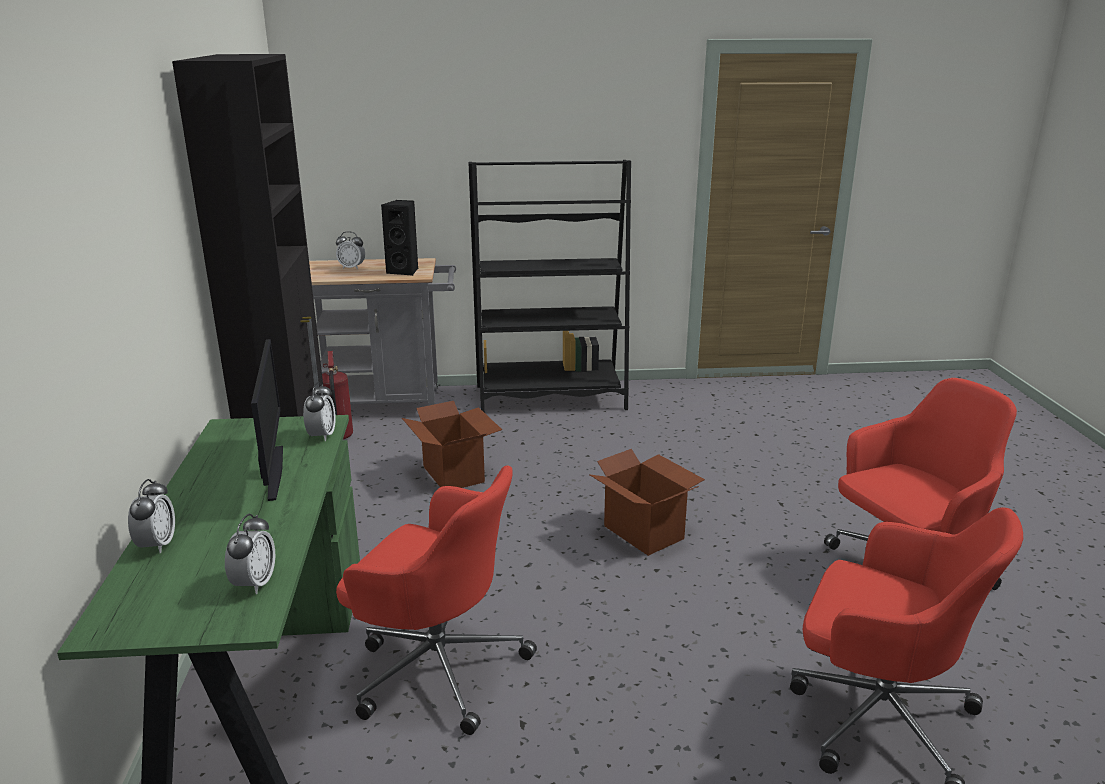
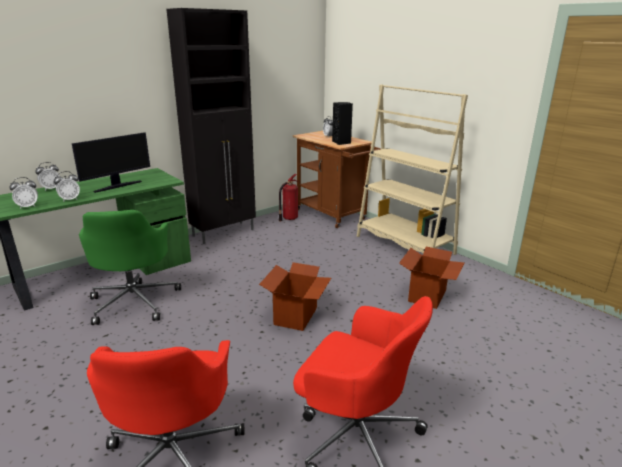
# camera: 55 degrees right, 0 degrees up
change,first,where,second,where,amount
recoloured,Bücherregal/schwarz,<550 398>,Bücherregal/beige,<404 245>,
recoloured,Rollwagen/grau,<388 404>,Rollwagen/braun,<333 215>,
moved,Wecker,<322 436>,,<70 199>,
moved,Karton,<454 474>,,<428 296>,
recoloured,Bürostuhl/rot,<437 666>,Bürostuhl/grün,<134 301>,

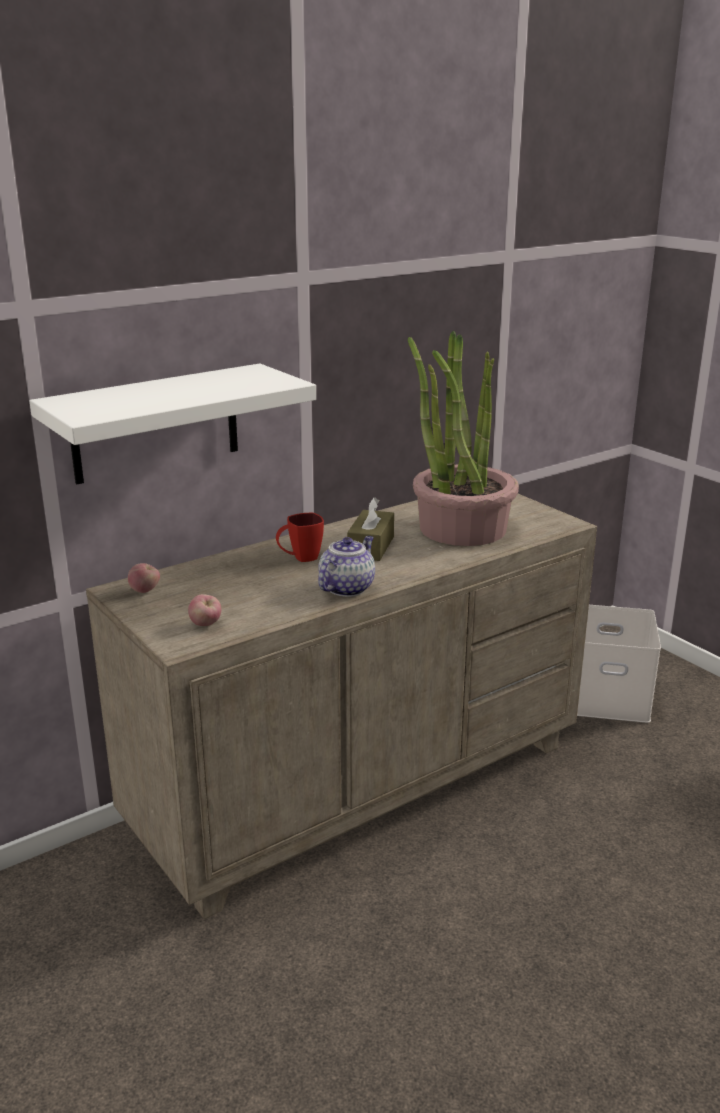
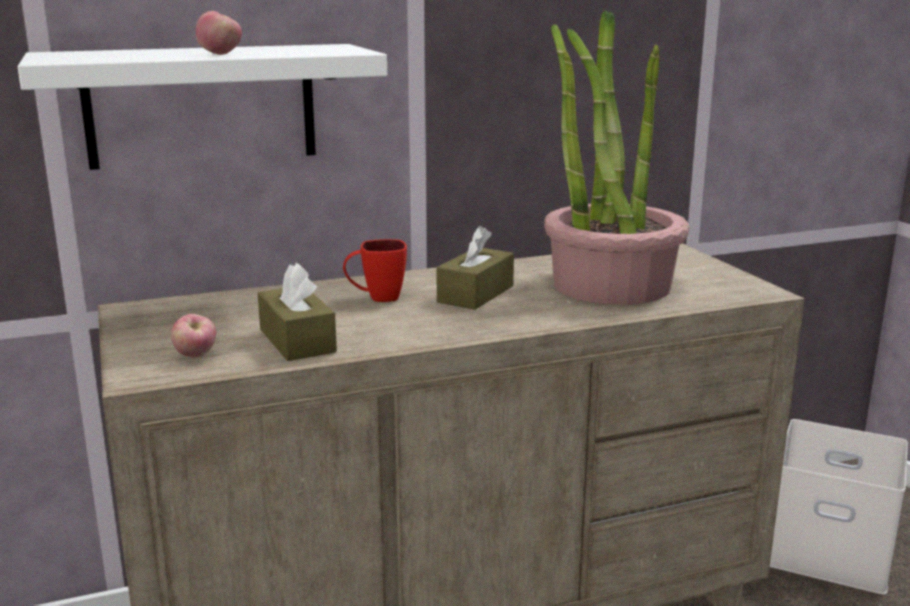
# camera: 15 degrees right, 5 degrees down
change,first,where,second,where,amount
removed,Teekanne,<347 588>,,,
moved,Apfel,<145 591>,,<220 54>,
added,,,Taschentuchbox/braun,<297 340>,

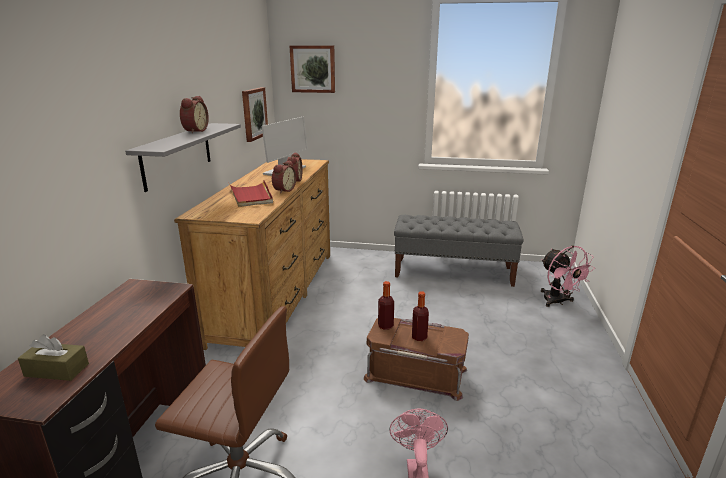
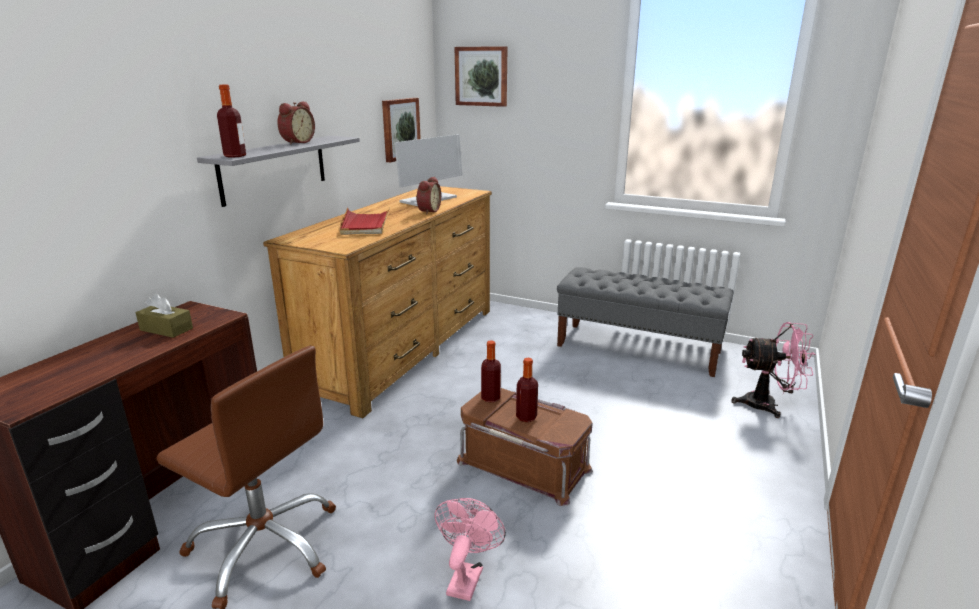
# camera: 15 degrees right, 0 degrees up
change,first,where,second,where,amount
removed,Wecker,<283 190>,,,
turned,Ventilator/rosa,<558 302>,,<768 405>,75 degrees counterclockwise
moved,Taschentuchbox/braun,<57 370>,,<166 329>,
added,,,Flasche,<235 156>,

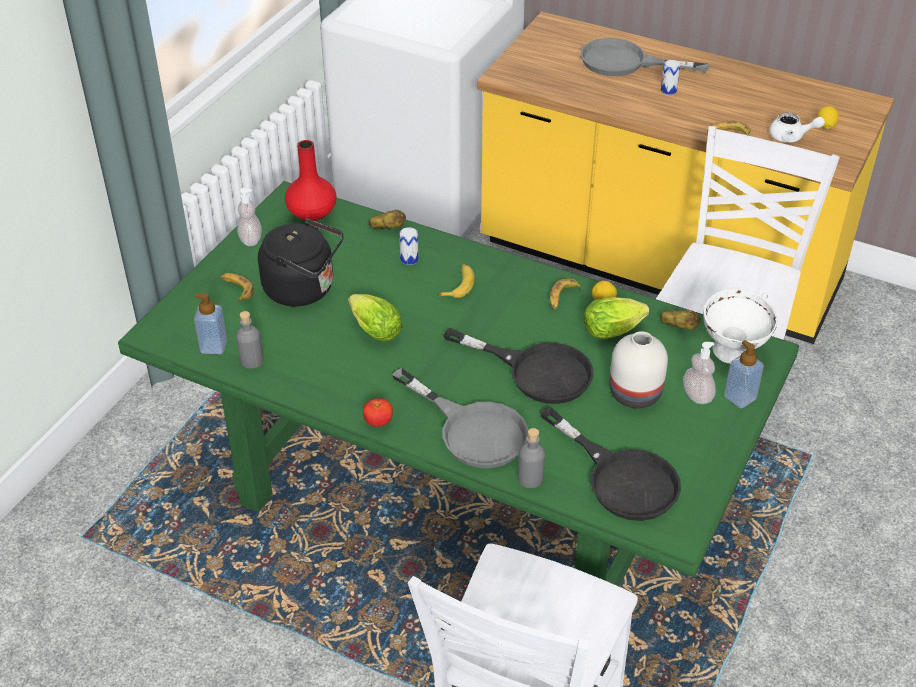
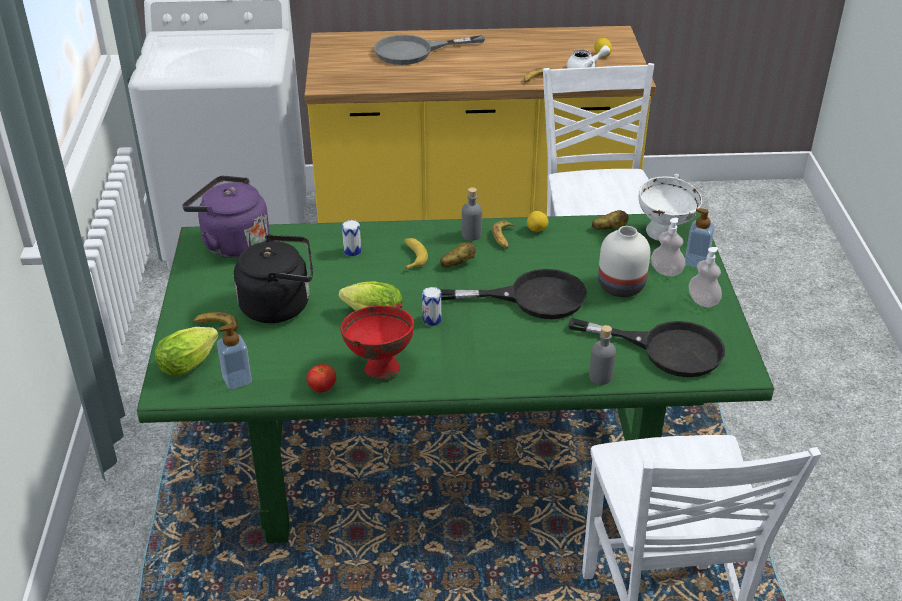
# camera: 30 degrees left, 5 degrees down
change,first,where,second,where,amount
moved,Dose,<668 90>,,<432 320>,
replaced,Vase/rot,<312 212>,Wasserkessel/lila,<232 243>,
moved,Seifenspender,<250 240>,,<703 301>,
moved,Kartoffel,<388 228>,,<457 263>,
moved,Salatkopf,<615 330>,,<191 363>,
moved,Flasche/grau,<251 360>,,<471 235>,
removed,Pfanne/grau,<472 429>,,,
moved,Tomate,<378 422>,,<322 388>,
added,,,Schüssel/rot,<378 368>,

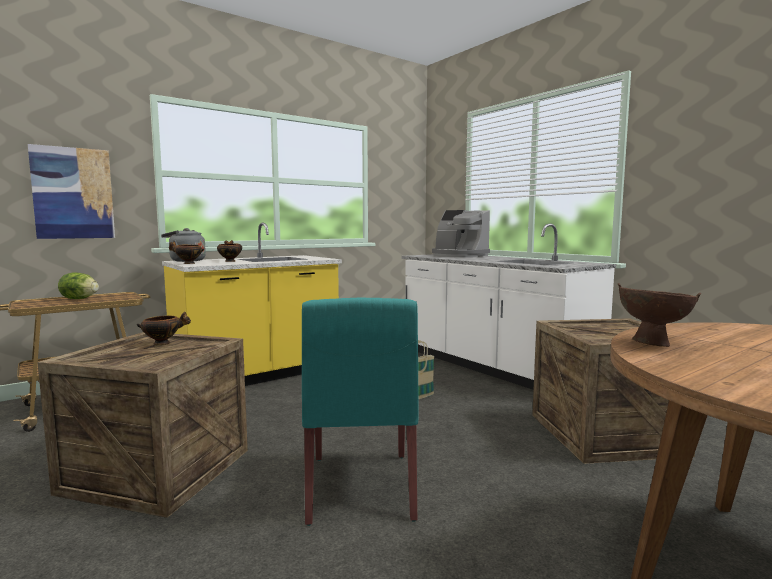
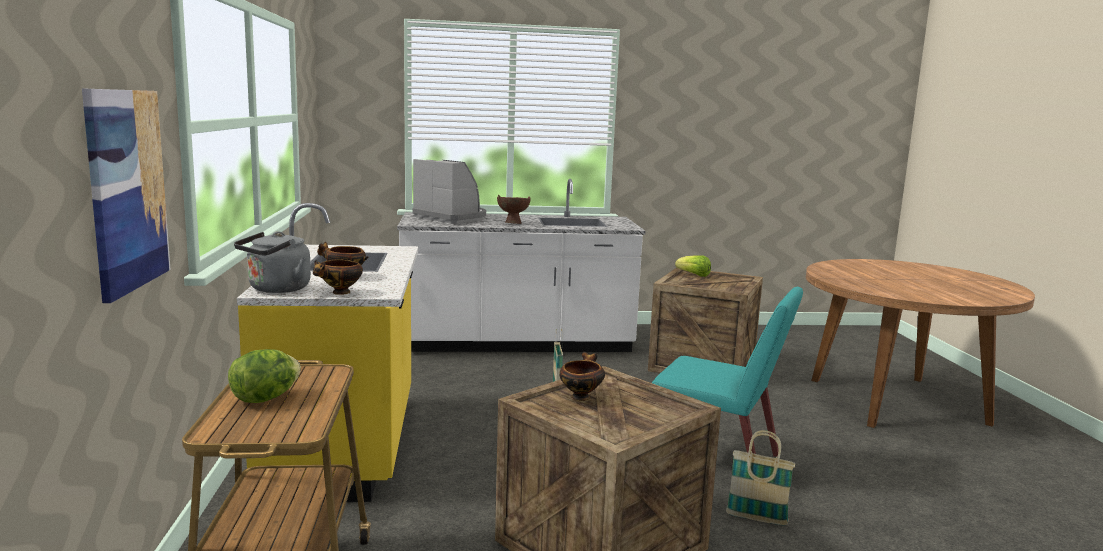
# camera: 60 degrees left, 5 degrees up
change,first,where,second,where,amount
turned,Kaffeemaschine,<458 255>,,<451 218>,120 degrees counterclockwise
moved,Schüssel/braun,<651 344>,,<512 223>,
added,,,Salatkopf,<694 275>,
added,,,Korb,<756 519>,

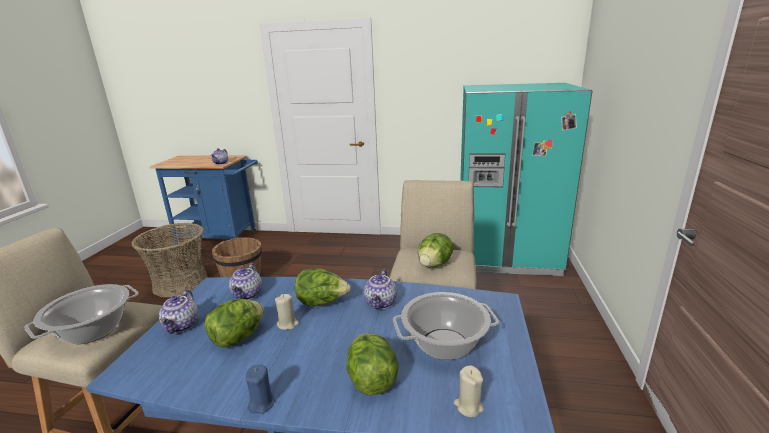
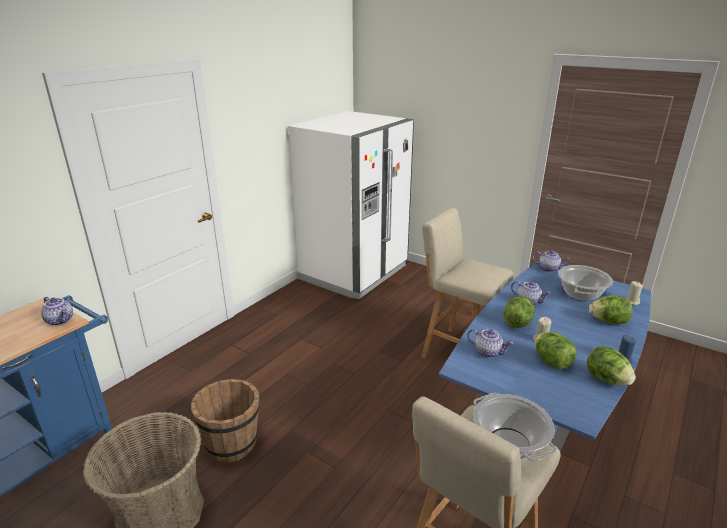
# camera: 65 degrees left, 5 degrees up
change,first,where,second,where,amount
recoloured,Kühlschrank/türkis,<505 256>,Kühlschrank/weiß,<354 272>,
moved,Salatkopf,<434 265>,,<606 379>,
moved,Teekanne,<182 326>,,<549 269>,

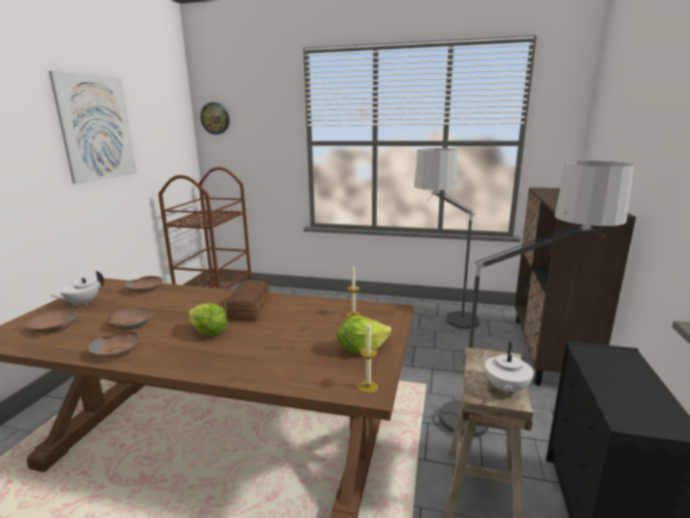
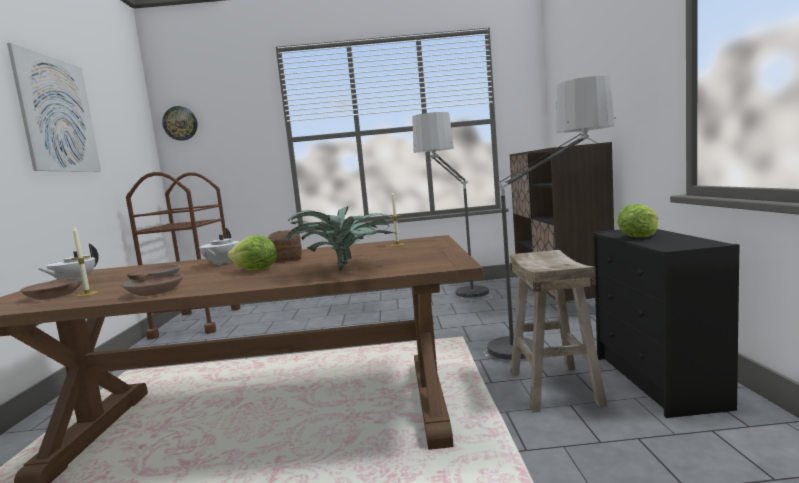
# camera: 15 degrees left, 10 degrees down
change,first,where,second,where,amount
removed,Schüssel/braun,<146 289>,,,
moved,Salatkopf,<361 349>,,<638 237>,
moved,Kerze,<368 387>,,<87 294>,
moved,Teekanne/weiß,<505 389>,,<221 263>,
added,,,Topfpflanze,<345 268>,

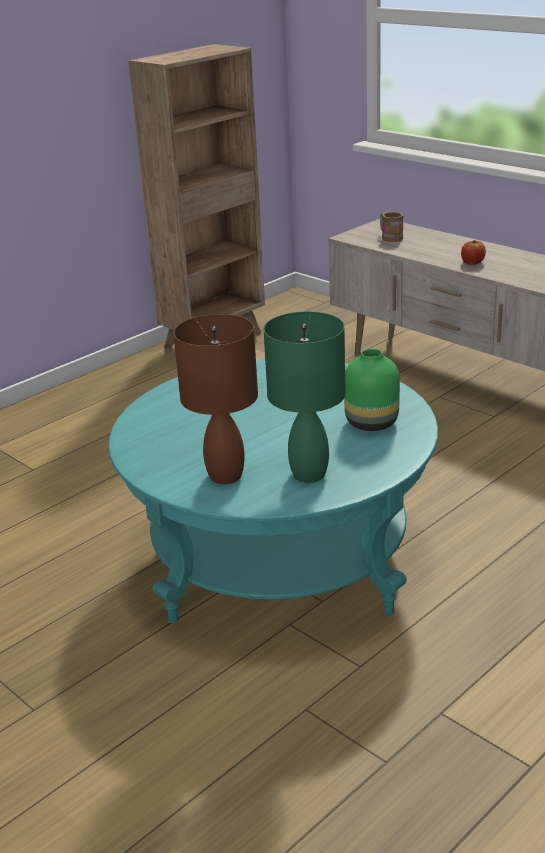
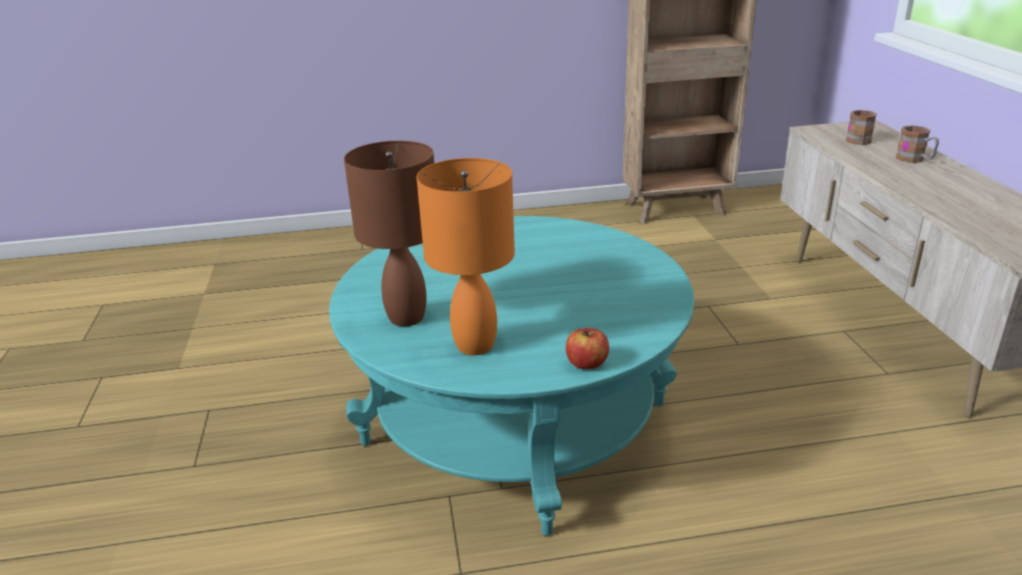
# camera: 35 degrees right, 0 degrees up
change,first,where,second,where,amount
moved,Apfel,<472 262>,,<586 363>,
recoloured,Tischlampe/grün,<308 474>,Tischlampe/orange,<474 344>,
removed,Vase/grün,<372 422>,,,
added,,,Henkelbecher,<915 159>,

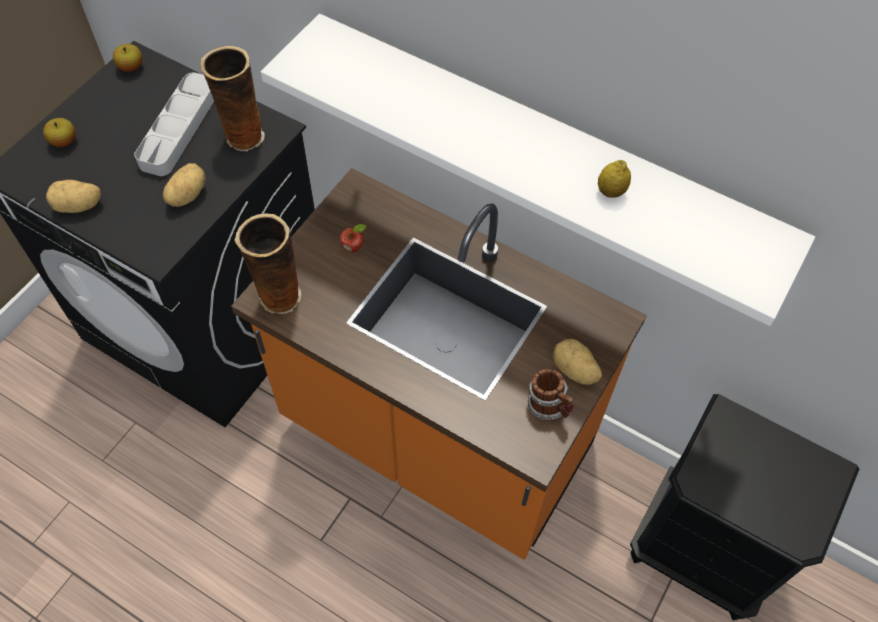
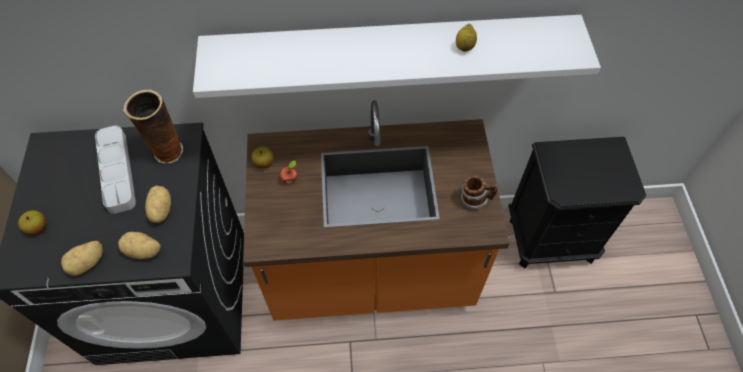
# camera: 35 degrees left, 0 degrees up
change,first,where,second,where,amount
moved,Apfel,<131 67>,,<264 163>,
removed,Vase,<278 297>,,,
moved,Kartoffel,<574 371>,,<143 252>,

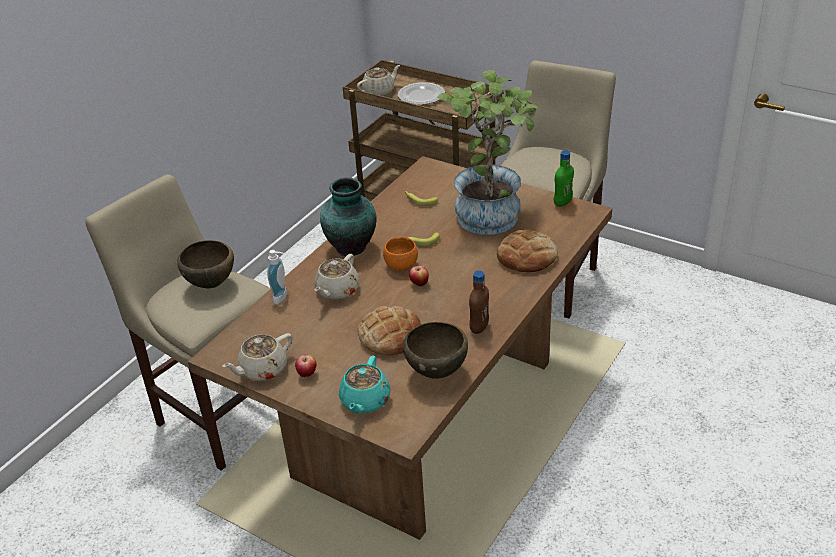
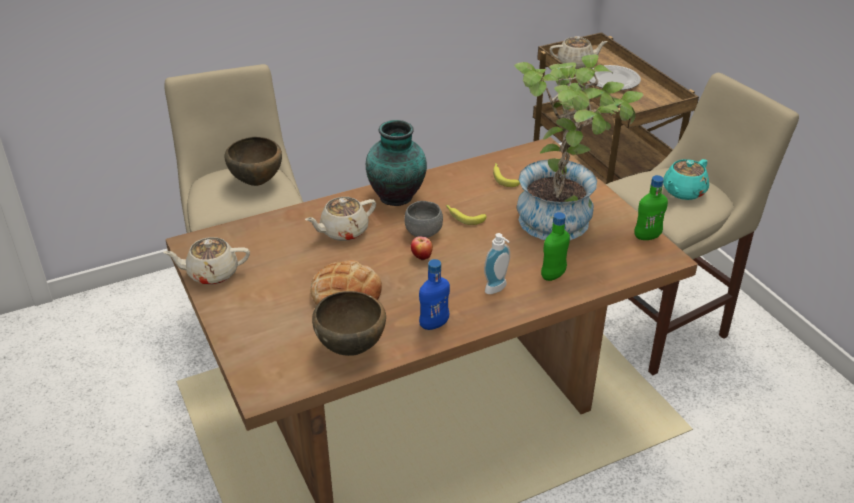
# camera: 30 degrees right, 0 degrees up
change,first,where,second,where,amount
replaced,Brot,<527 256>,Flasche/grün,<553 275>,
recoloured,Schüssel/orange,<401 265>,Schüssel/grau,<423 232>,
moved,Seifenspender,<282 297>,,<498 289>,
recoloured,Flasche/braun,<479 327>,Flasche/blau,<434 324>,
removed,Apfel,<307 375>,,,
moved,Teekanne/türkis,<365 401>,,<683 192>,

